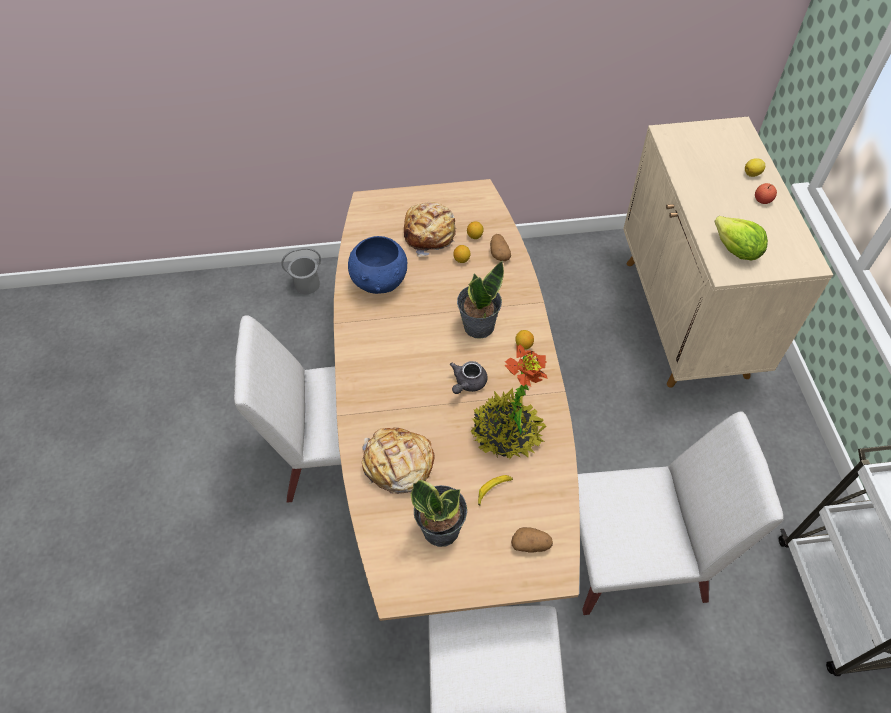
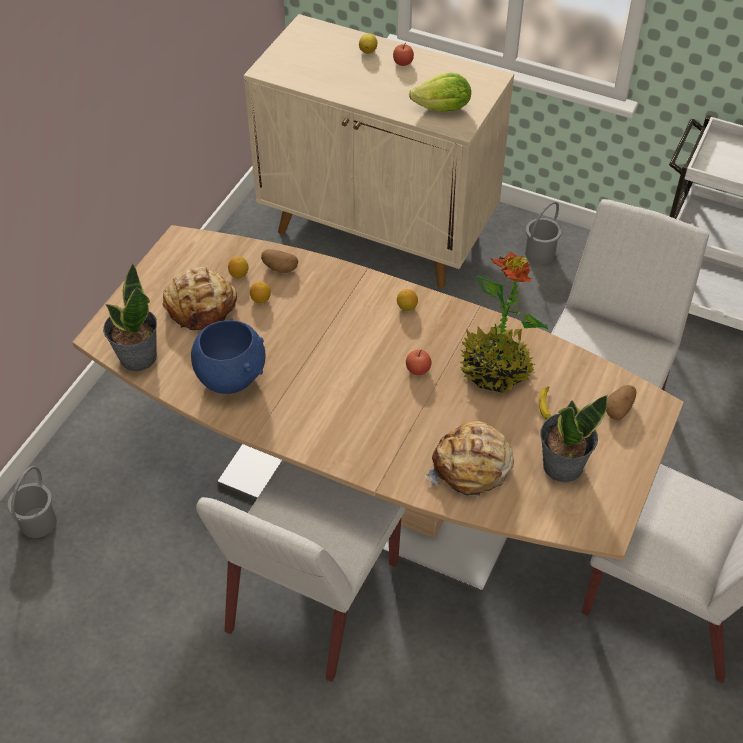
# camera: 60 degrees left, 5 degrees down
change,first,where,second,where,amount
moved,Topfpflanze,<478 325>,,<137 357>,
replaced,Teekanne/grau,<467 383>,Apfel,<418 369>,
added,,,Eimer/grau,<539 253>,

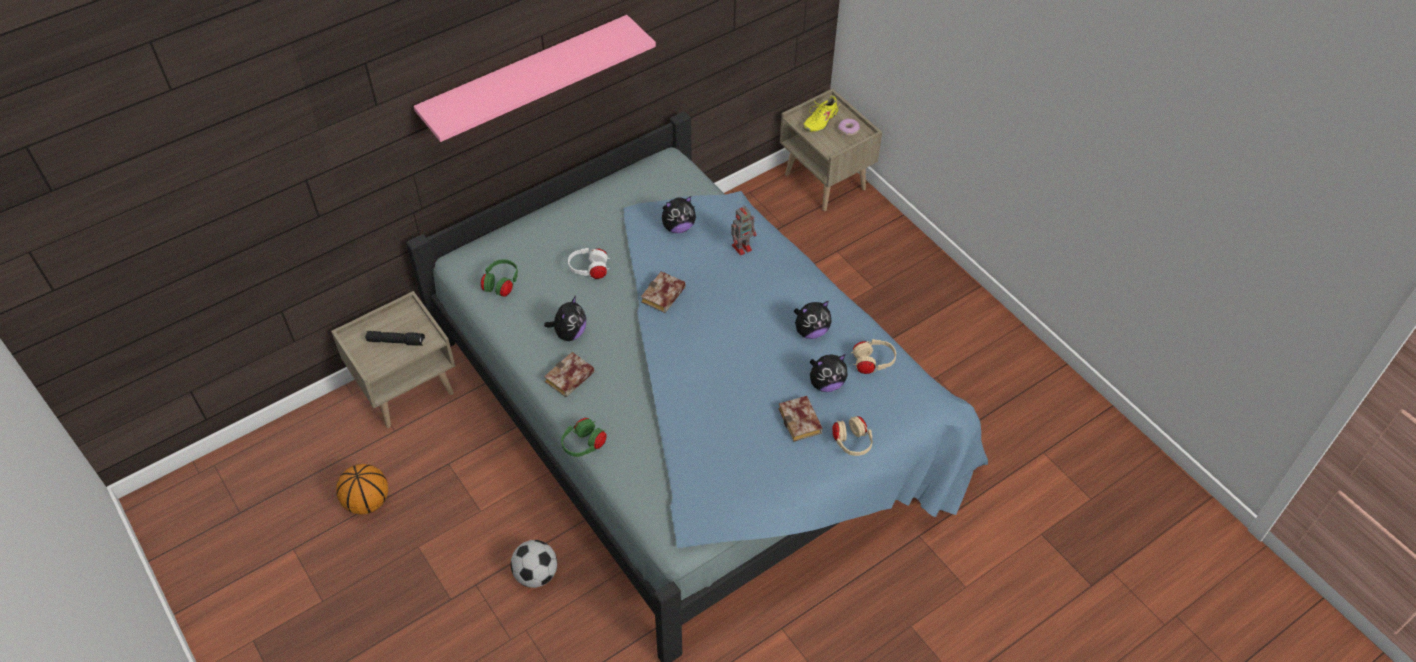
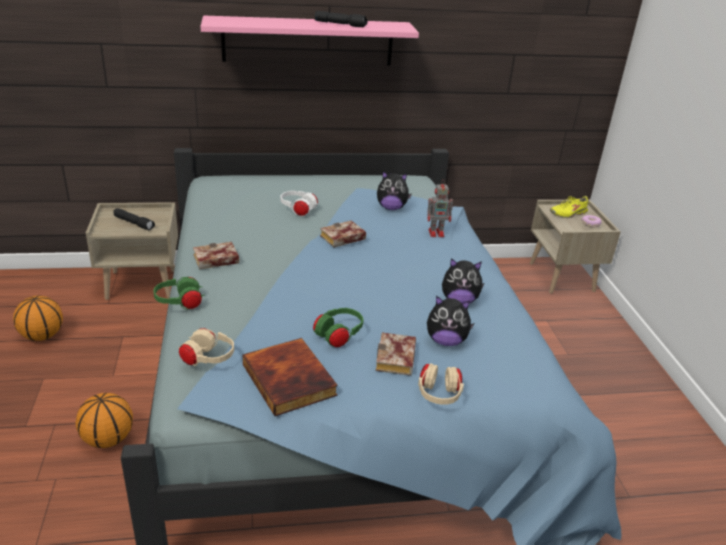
# camera: 25 degrees right, 20 degrees down
change,first,where,second,where,amount
moved,Kopfhörer/grün,<501 285>,,<338 336>,
removed,Plüschtier,<569 333>,,,
moved,Kopfhörer/beige,<872 363>,,<208 359>,
replaced,Fußball,<536 575>,Basketball,<108 439>,
added,,,Taschenlampe/schwarz,<341 24>,
added,,,Buch,<291 379>,

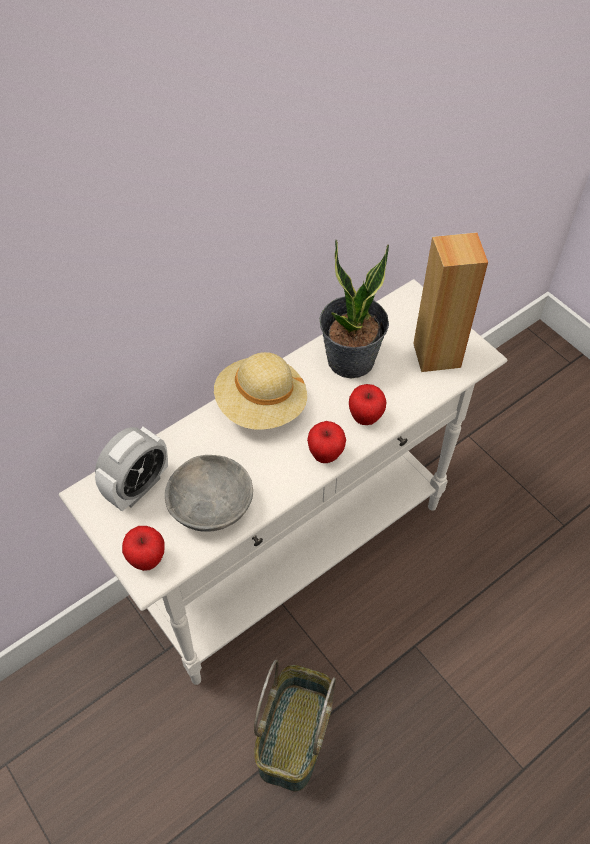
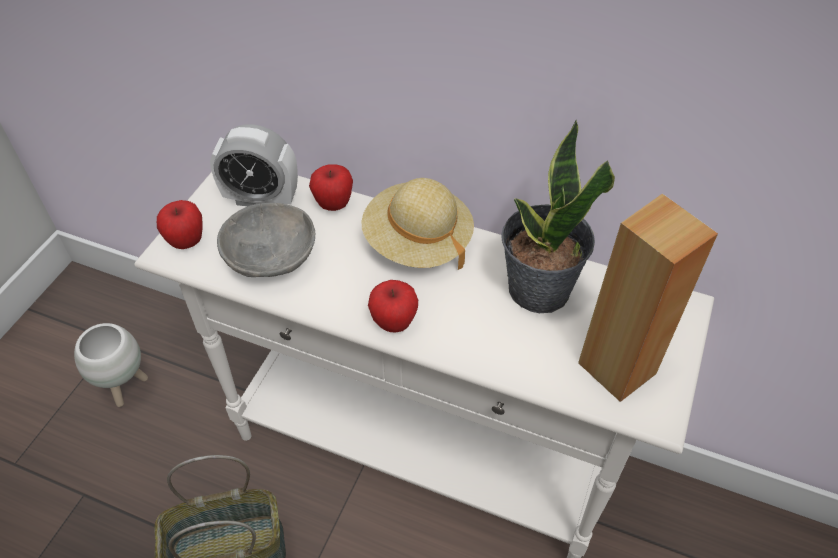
# camera: 60 degrees right, 5 degrees down
change,first,where,second,where,amount
moved,Apfel,<365 417>,,<333 204>,
added,,,Pflanzkübel/weiß,<126 387>,

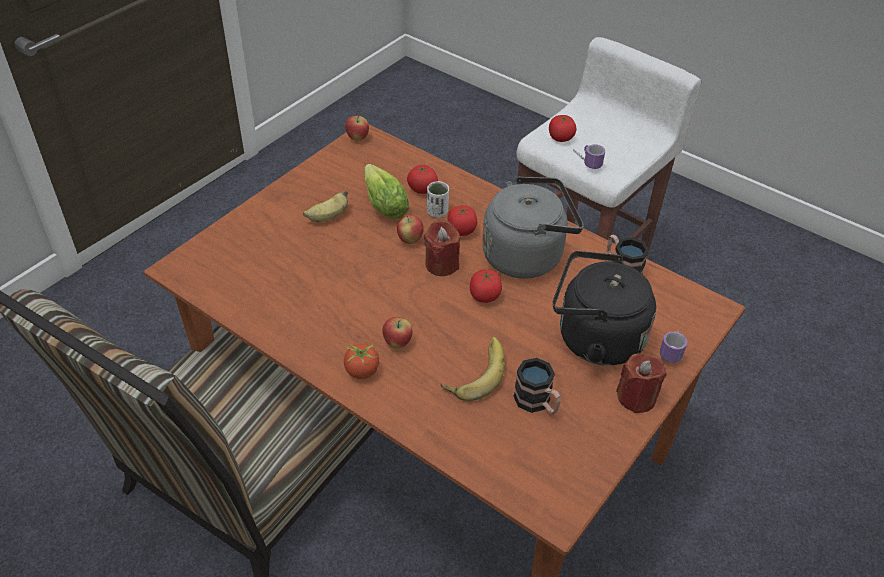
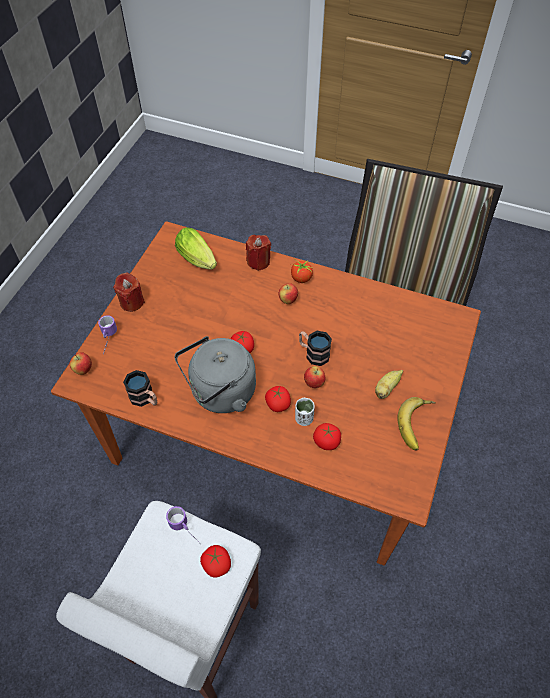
# camera: 165 degrees right, 10 degrees up
change,first,where,second,where,amount
moved,Apfel,<357 138>,,<83 370>,
moved,Salatkopf,<383 203>,,<198 260>,
moved,Kerze/rot,<441 264>,,<258 261>,
removed,Wasserkessel/schwarz,<594 338>,,,
moved,Banane,<475 371>,,<418 425>,
moved,Henkelbecher,<537 403>,,<313 353>,

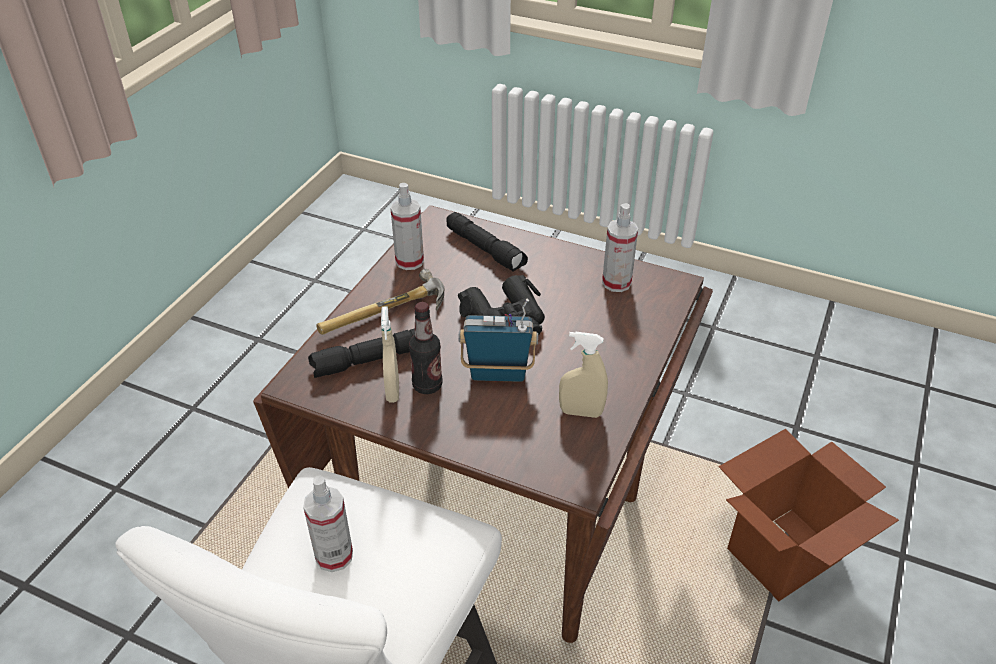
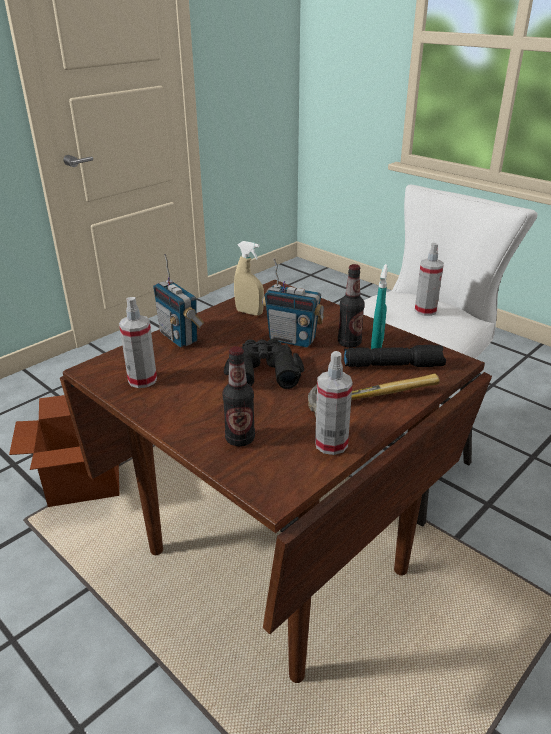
# camera: 160 degrees left, 10 degrees down
change,first,where,second,where,amount
replaced,Taschenlampe/schwarz,<486 249>,Flasche,<240 439>,
recoloured,Sprühflasche/beige,<392 390>,Sprühflasche/türkis,<377 345>,
added,,,Radio,<179 337>,

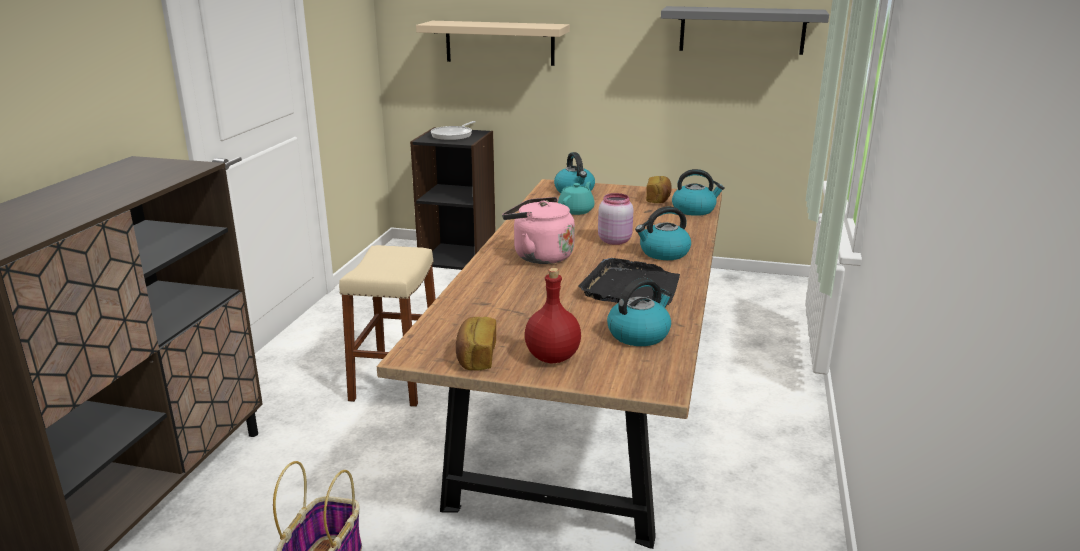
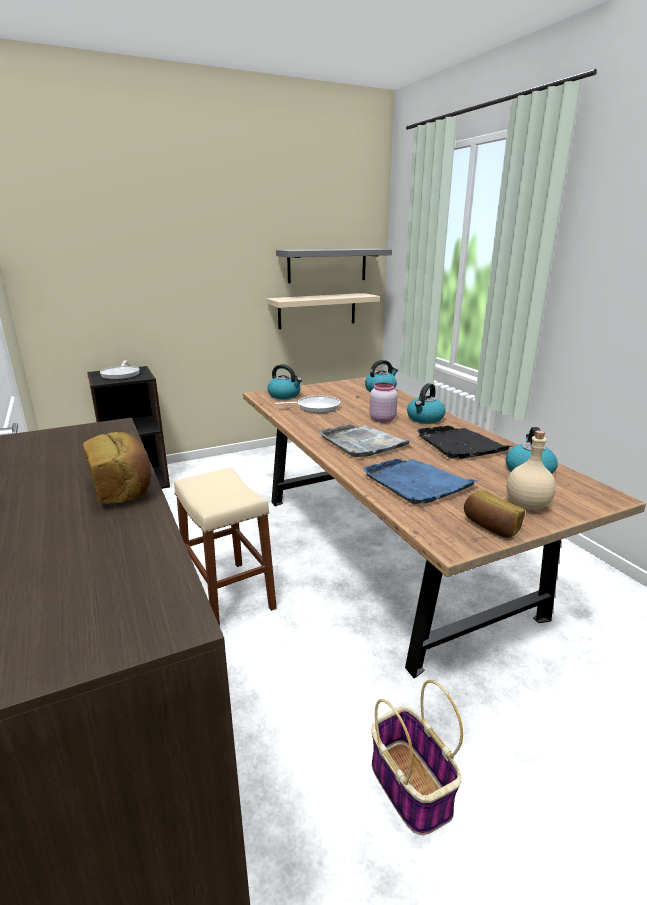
# camera: 40 degrees left, 0 degrees up
change,first,where,second,where,amount
moved,Wandregal/beige,<499 43>,,<317 310>,
moved,Brot,<658 199>,,<122 487>,
replaced,Teekanne/türkis,<576 210>,Pfanne,<315 407>,
replaced,Wasserkessel/rosa,<539 256>,Tablett/grau,<362 443>,
recoloured,Flasche/rot,<553 357>,Flasche/beige,<527 505>,
added,,,Tablett/blau,<416 483>,

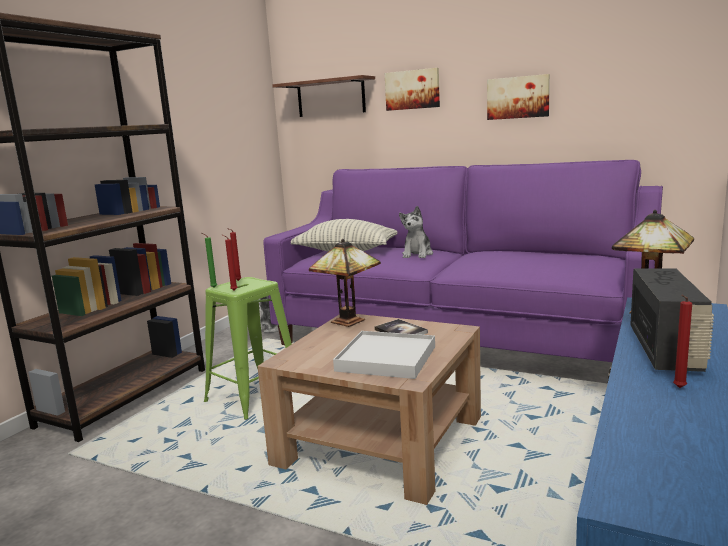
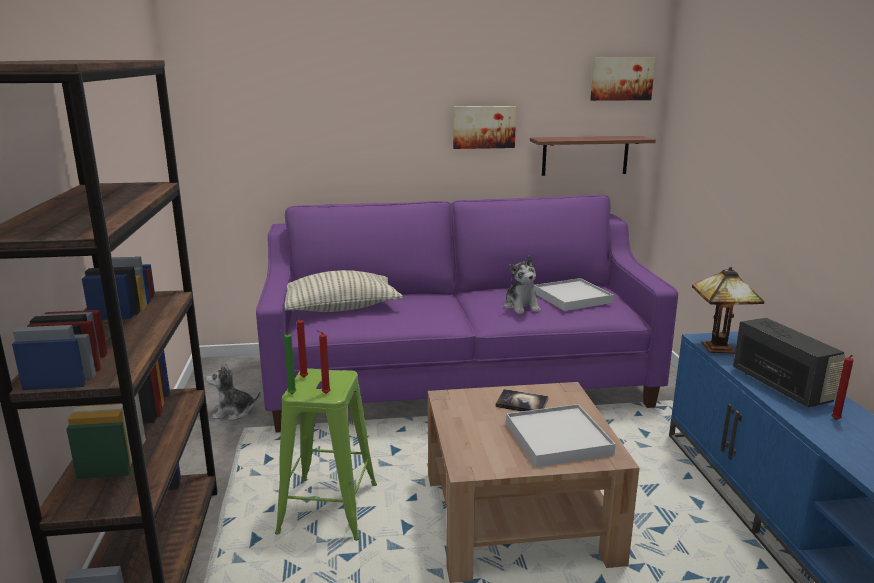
# camera: 35 degrees left, 5 degrees up
change,first,where,second,where,amount
moved,Bild,<412 89>,,<621 79>,
moved,Wandregal,<331 97>,,<585 155>,
moved,Plüschtier,<417 254>,,<521 306>,
removed,Tischlampe,<350 321>,,,
added,,,Tablett/weiß,<572 298>,

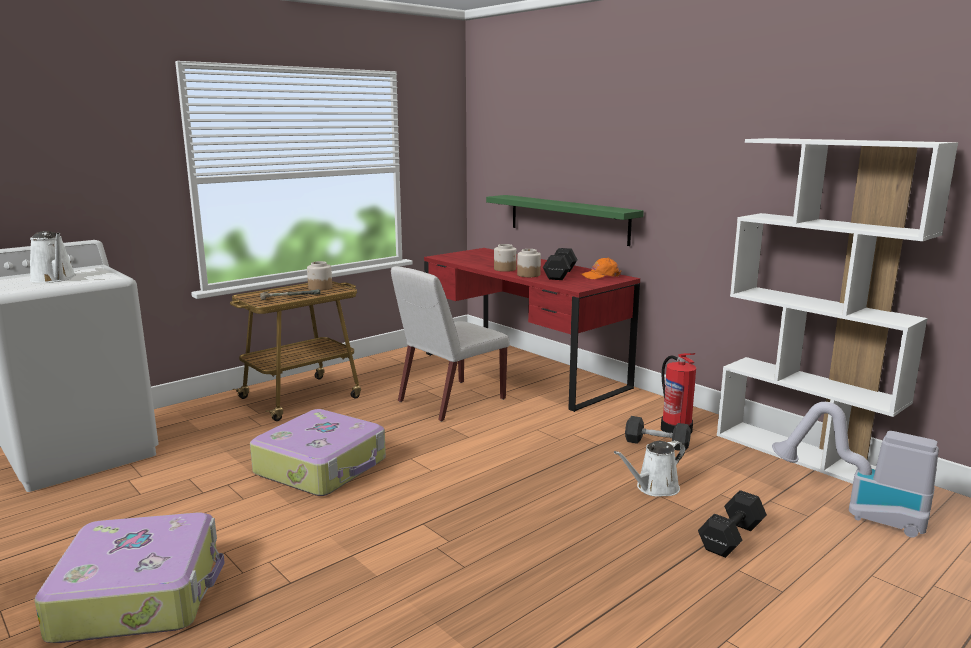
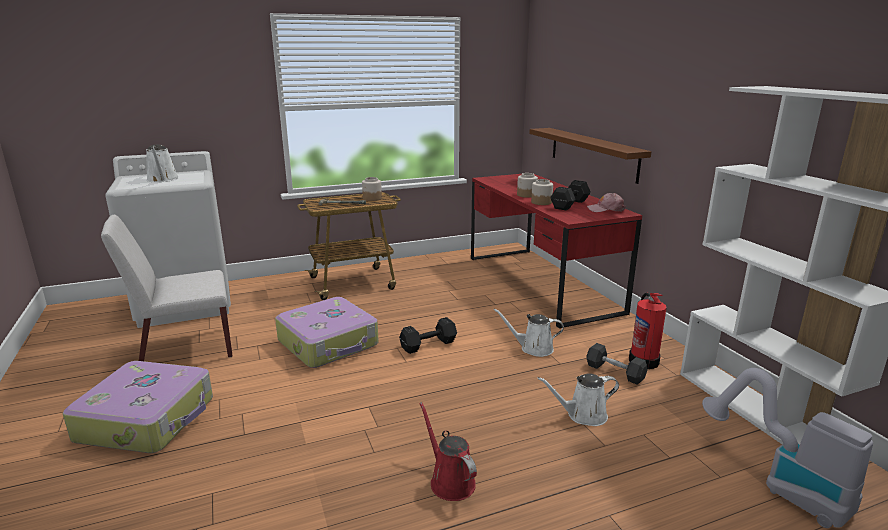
# camera: 20 degrees right, 5 degrees up
change,first,where,second,where,amount
recoloured,Wandregal/grün,<568 219>,Wandregal/braun,<592 153>,
recoloured,Kappe/orange,<600 276>,Kappe/rosa,<606 209>,
moved,Stuhl/weiß,<450 400>,,<184 349>,
moved,Hantel/schwarz,<729 538>,,<427 345>,
added,,,Gießkanne/weiß,<533 348>,
added,,,Gießkanne/rot,<450 481>,

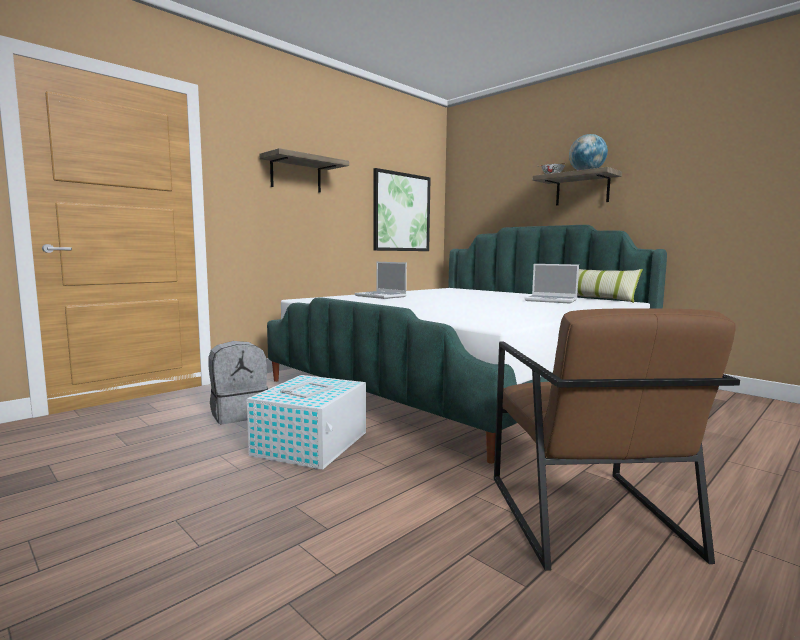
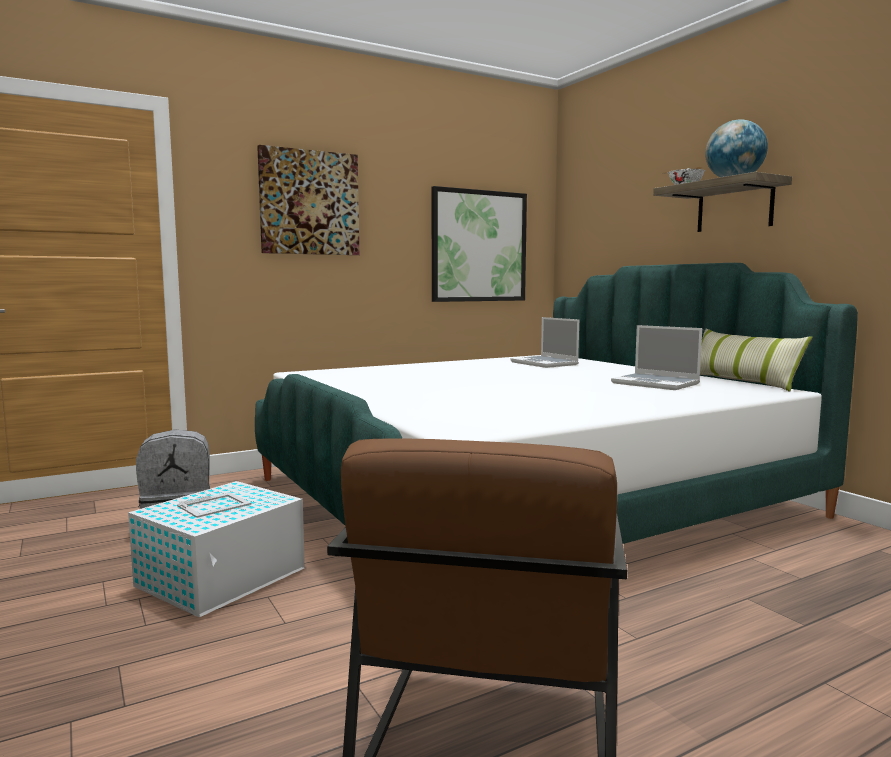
# camera: 15 degrees right, 0 degrees up
change,first,where,second,where,amount
replaced,Wandregal,<296 174>,Bild,<309 203>,
moved,Laptop,<381 296>,,<545 363>,

